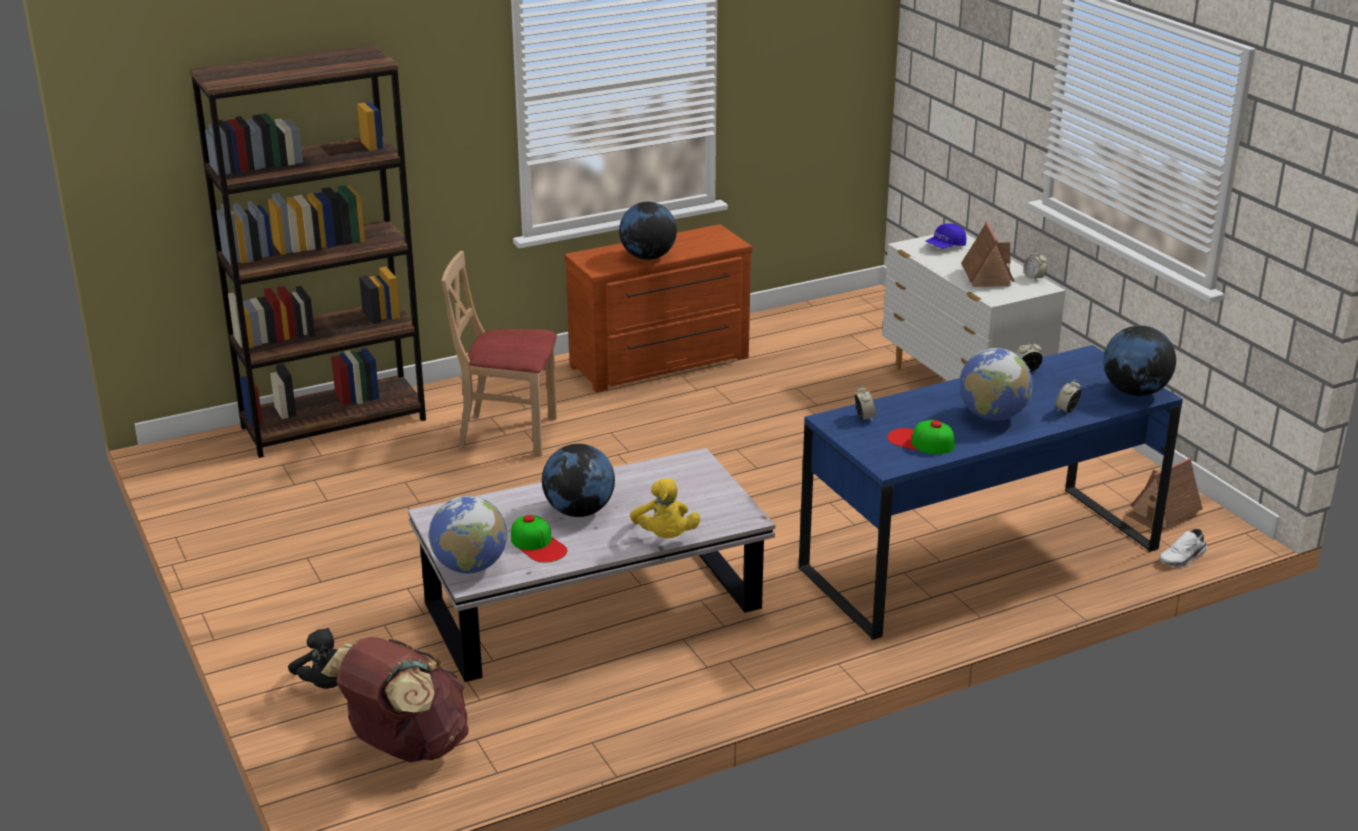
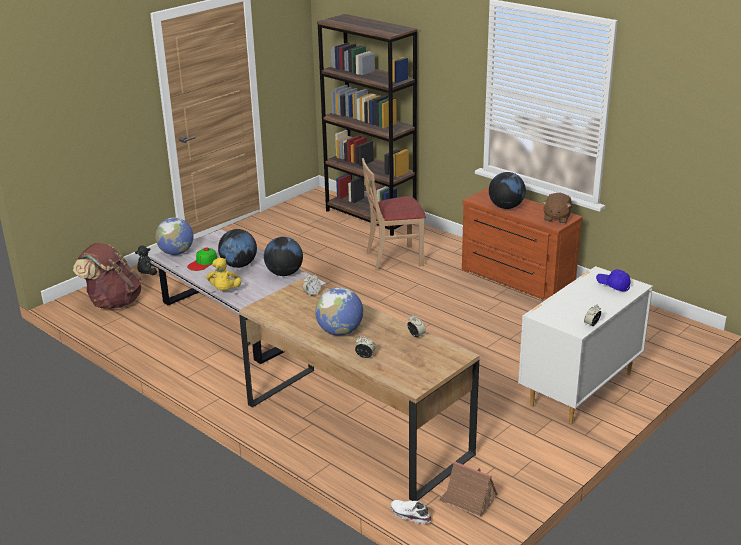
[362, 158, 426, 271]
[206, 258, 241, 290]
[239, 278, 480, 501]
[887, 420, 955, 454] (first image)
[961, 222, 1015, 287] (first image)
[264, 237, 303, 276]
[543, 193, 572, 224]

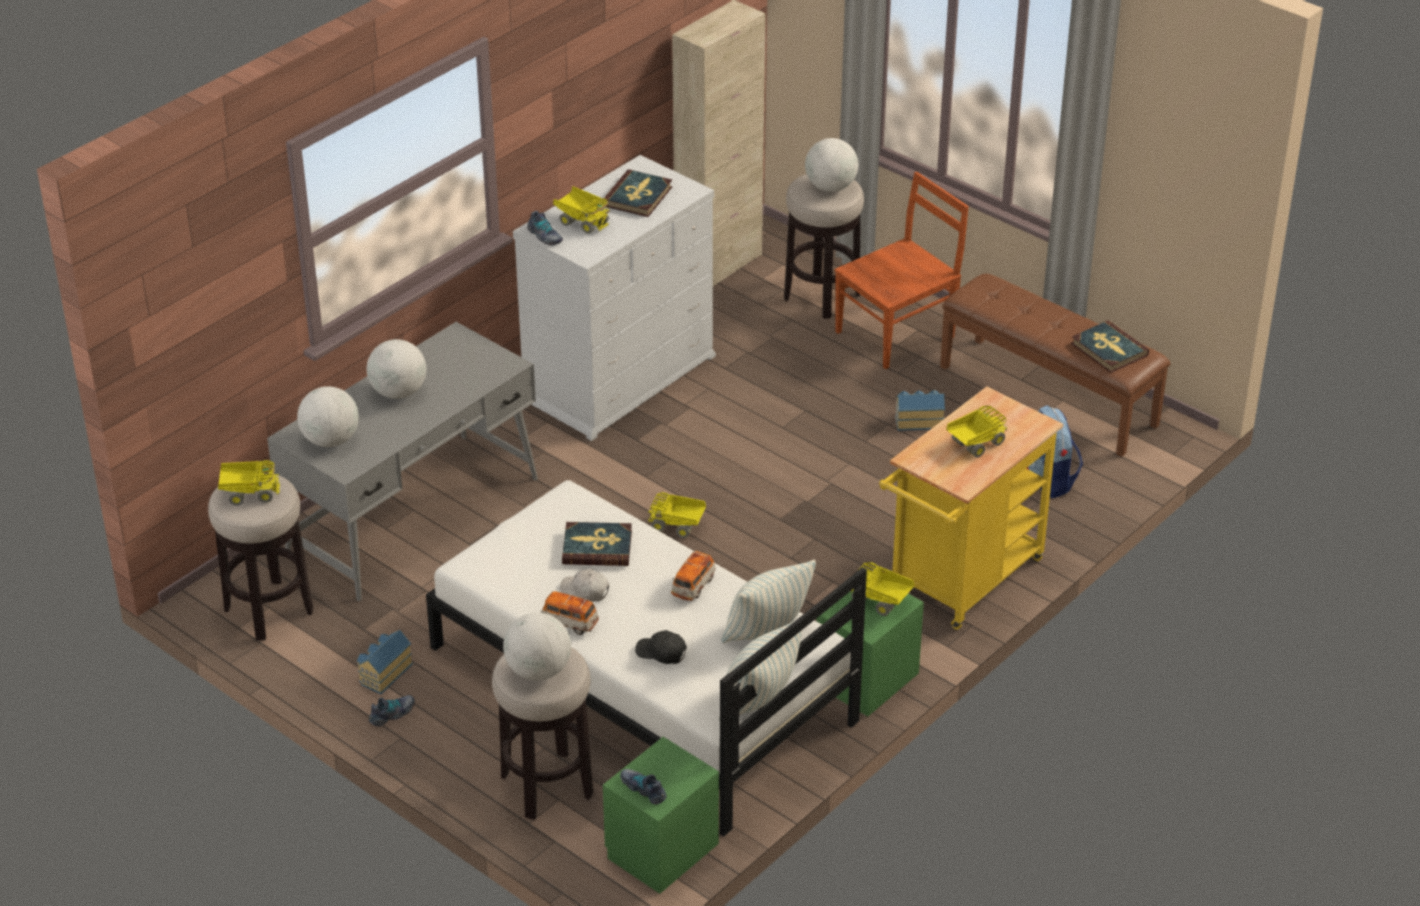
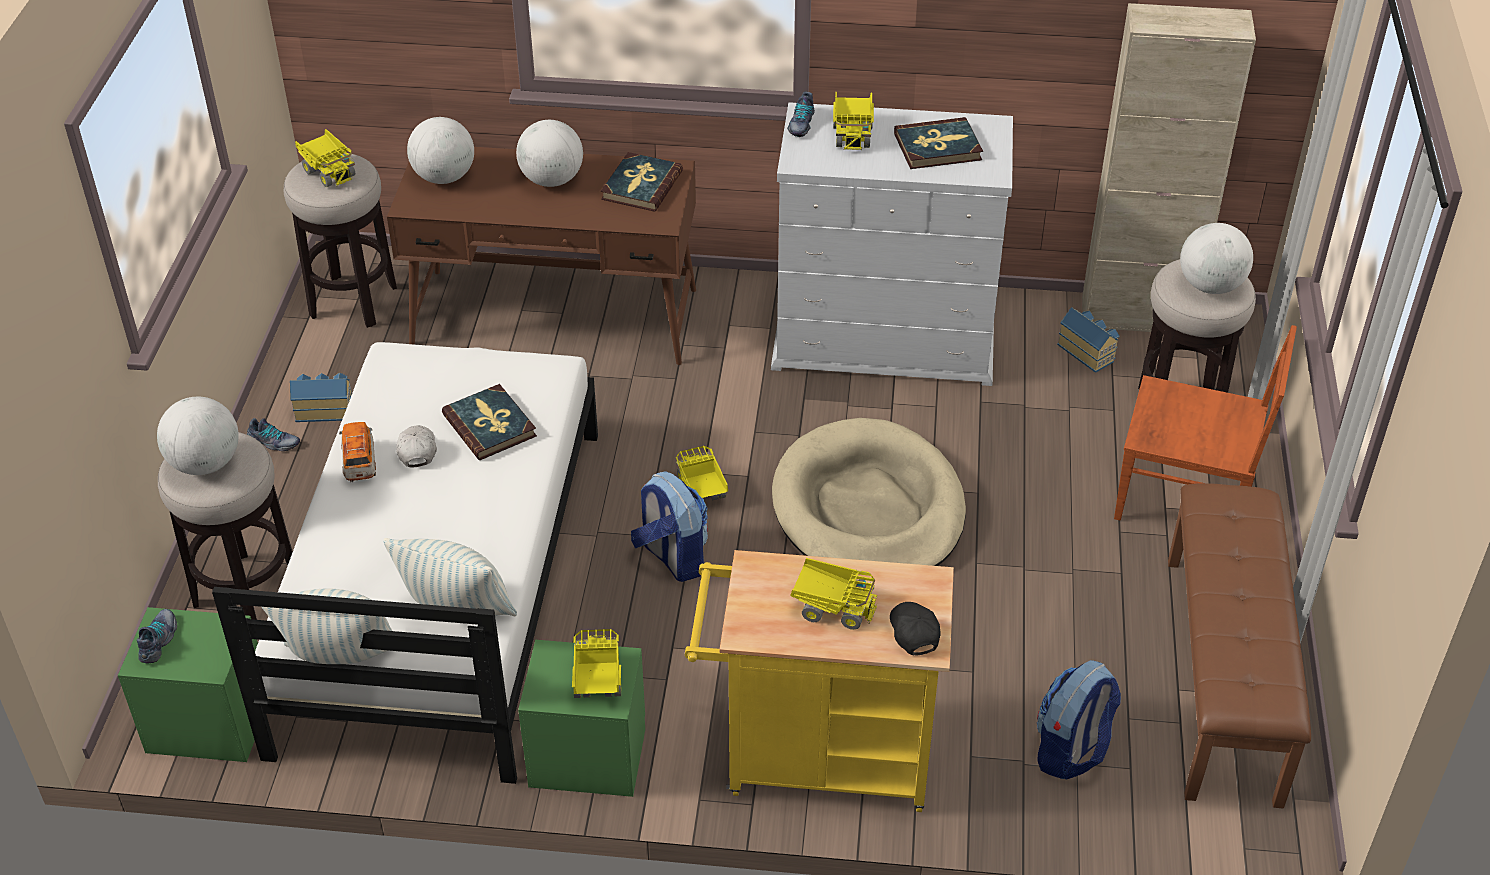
[387, 147, 696, 365]
[890, 602, 941, 655]
[671, 551, 716, 601] (first image)
[1057, 307, 1119, 373]
[601, 152, 683, 212]
[631, 471, 708, 582]
[772, 418, 966, 566]

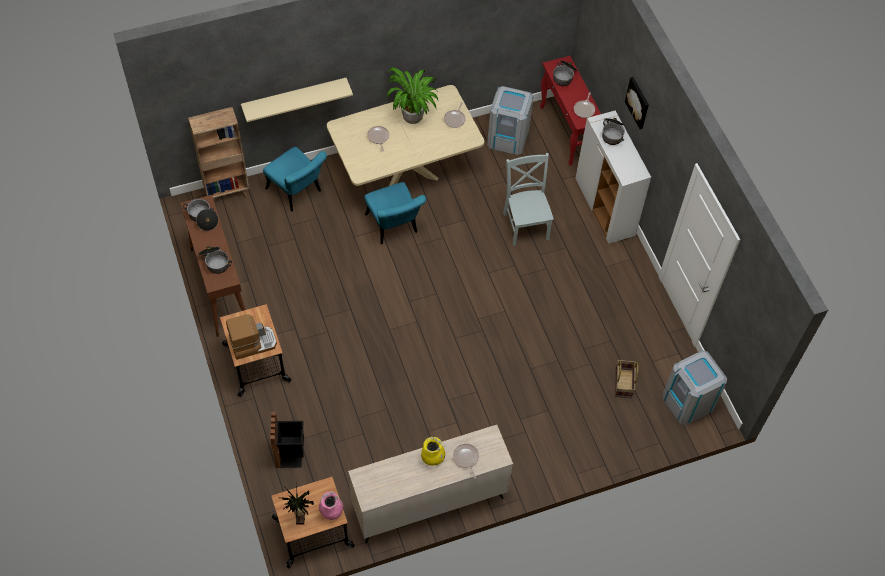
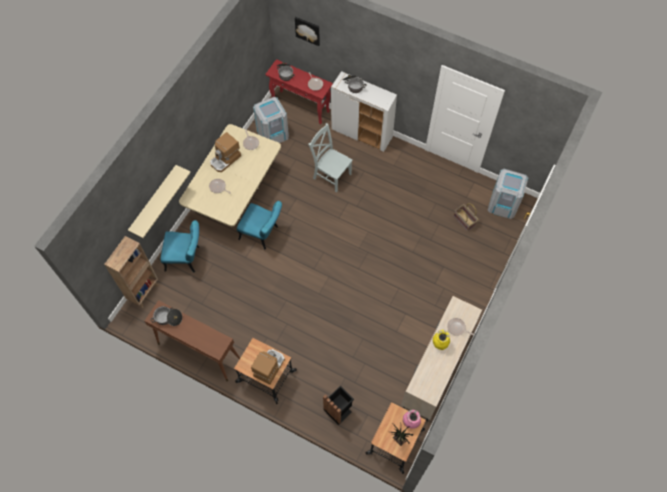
[199, 246, 232, 274] (first image)
[210, 132, 241, 172]
[295, 17, 320, 46]

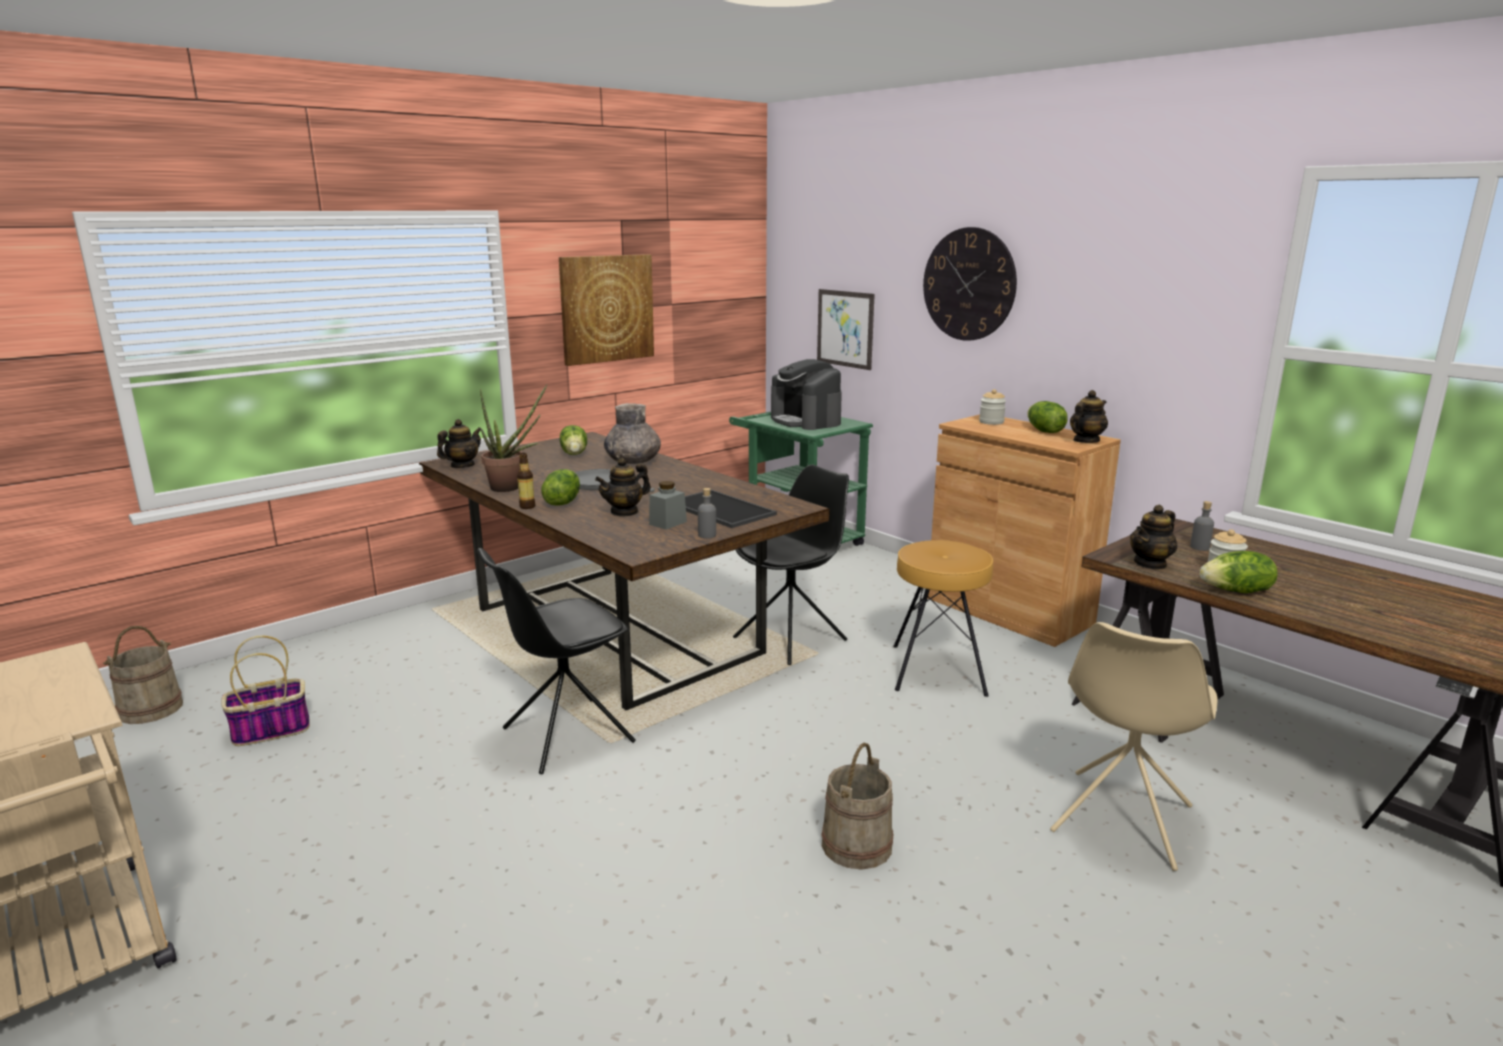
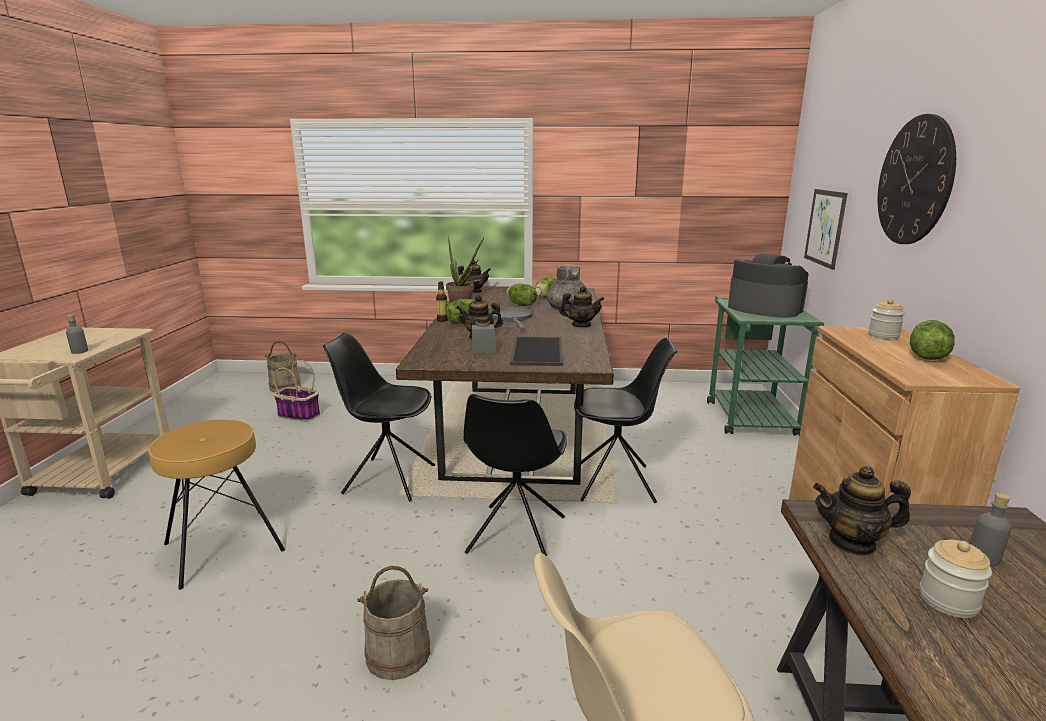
[559, 254, 654, 366] (first image)
[66, 314, 88, 354]
[728, 254, 809, 318]
[148, 420, 285, 590]
[559, 286, 605, 327]
[506, 284, 537, 306]
[464, 394, 568, 556]

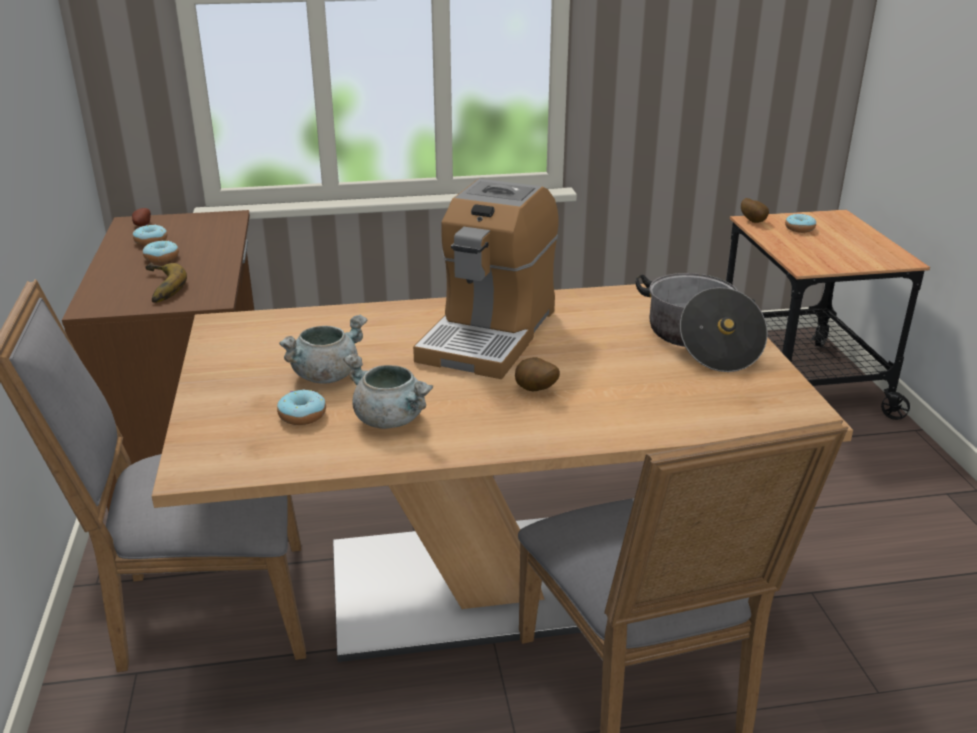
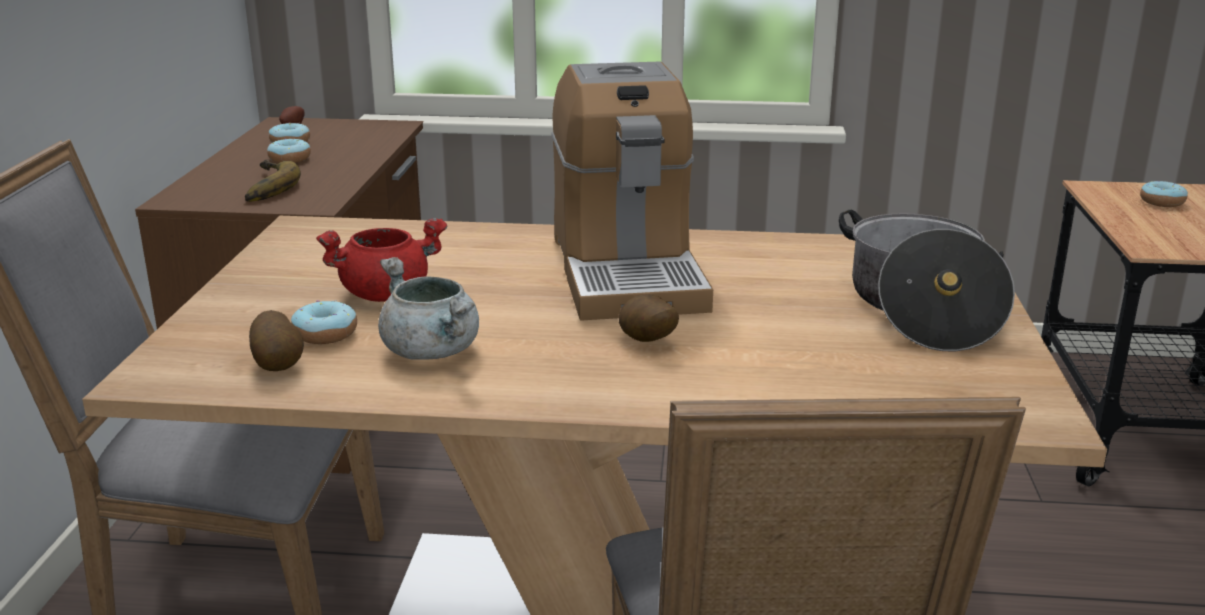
[316, 219, 447, 302]
[551, 62, 713, 321]
[249, 310, 304, 371]

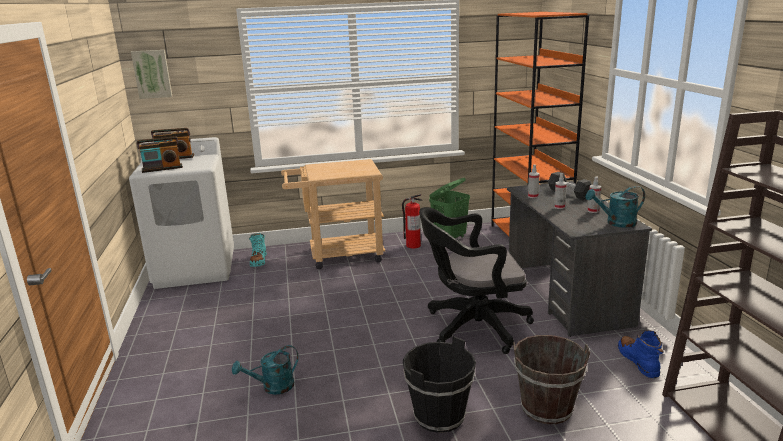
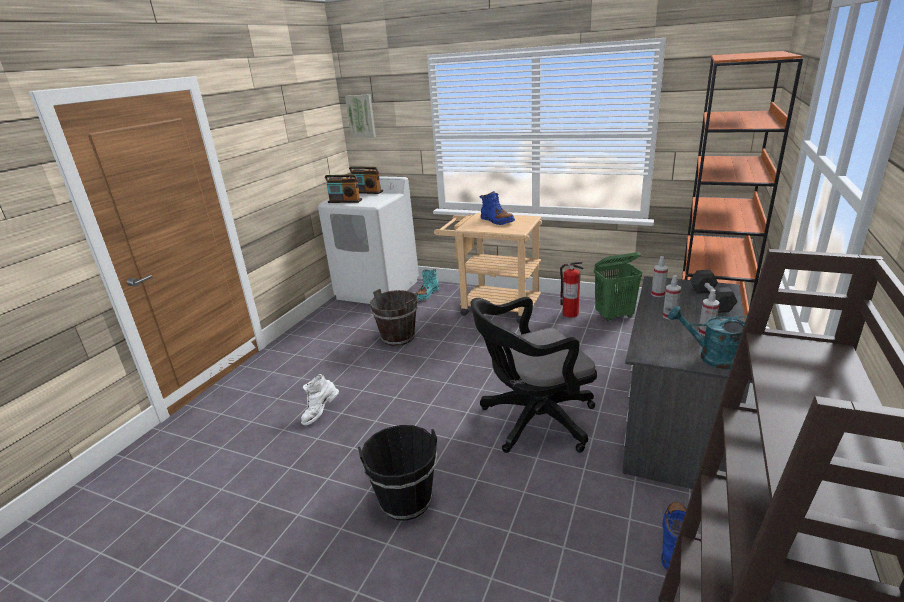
[301, 374, 339, 425]
[471, 297, 597, 453]
[370, 289, 417, 346]
[480, 191, 515, 225]

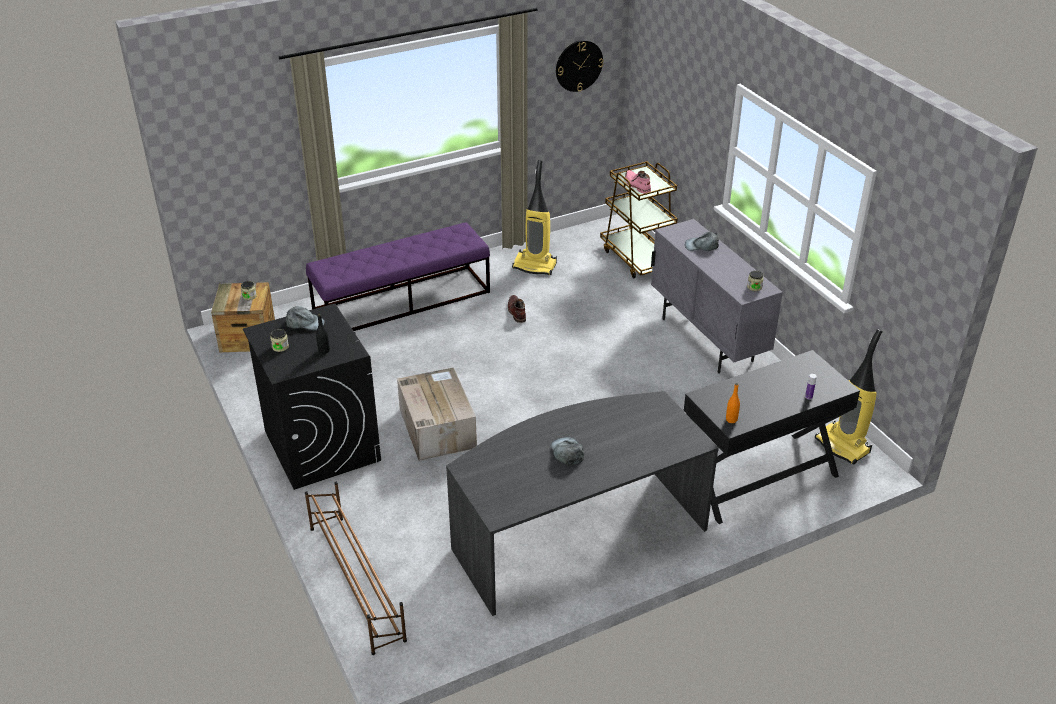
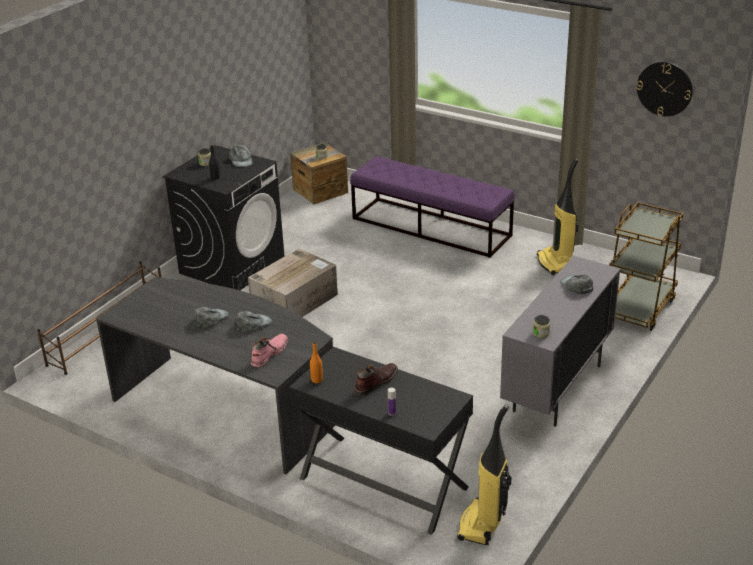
[354, 363, 398, 395]
[251, 334, 288, 367]
[234, 311, 272, 333]

